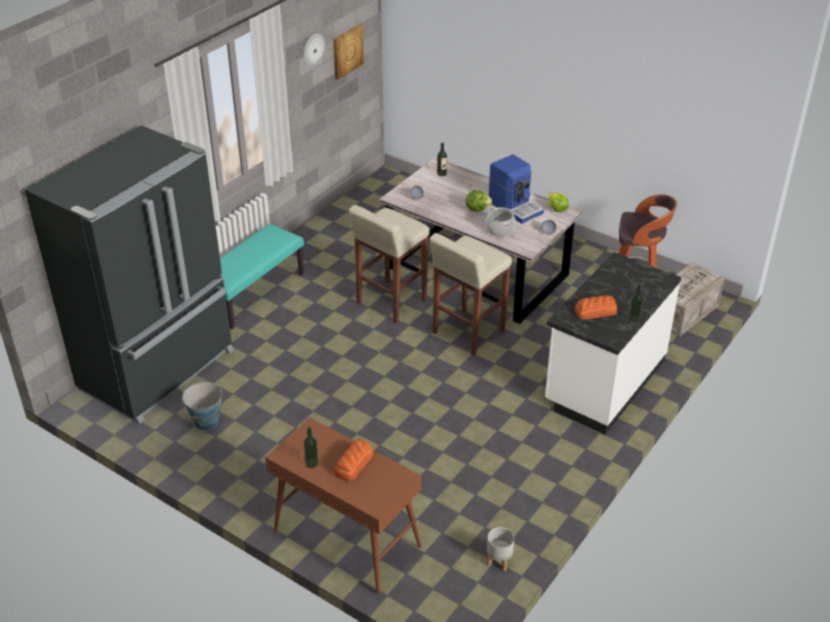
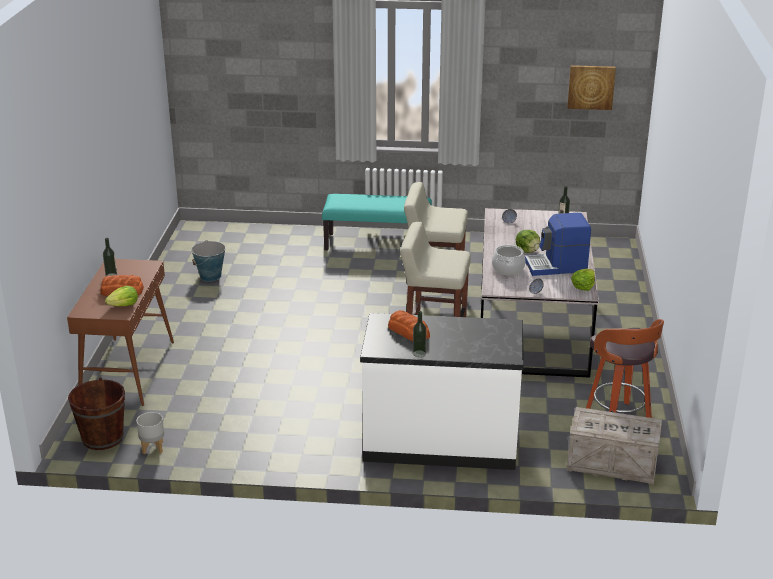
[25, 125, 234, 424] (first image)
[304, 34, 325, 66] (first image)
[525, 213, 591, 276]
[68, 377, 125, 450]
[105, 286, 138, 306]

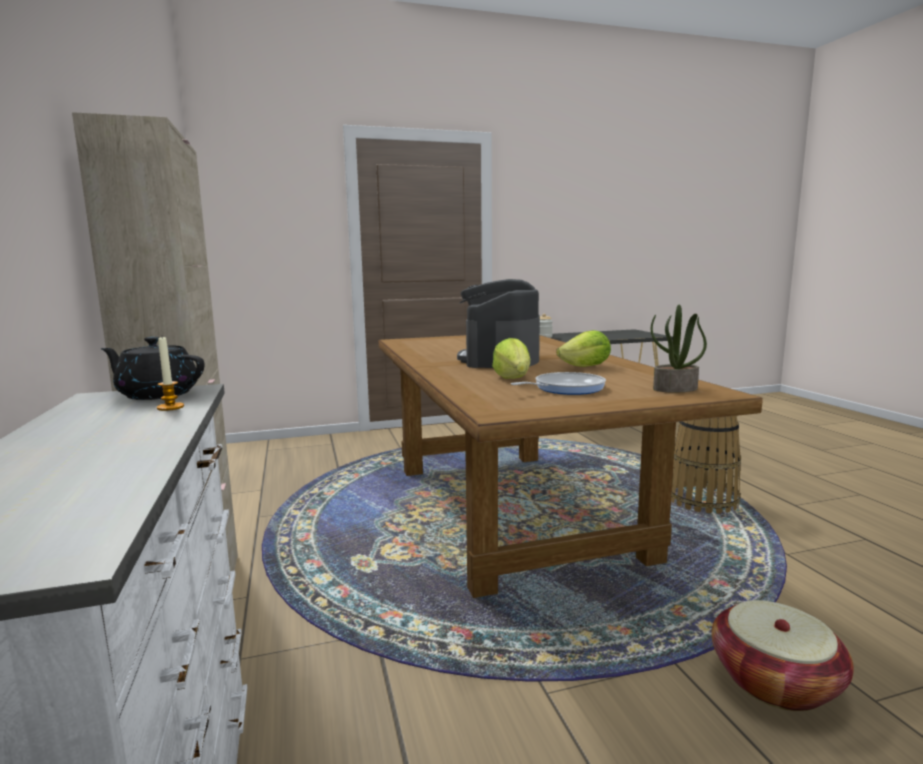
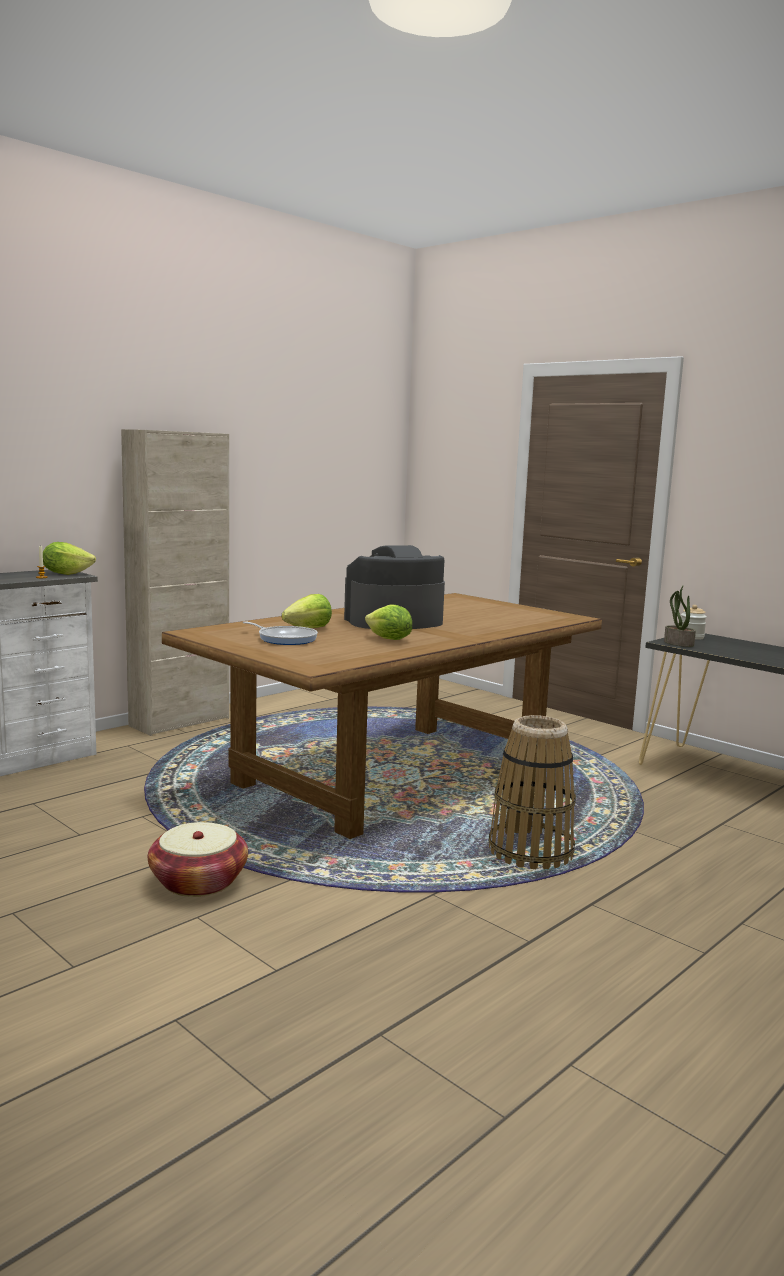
[43, 542, 96, 575]
[664, 586, 696, 647]

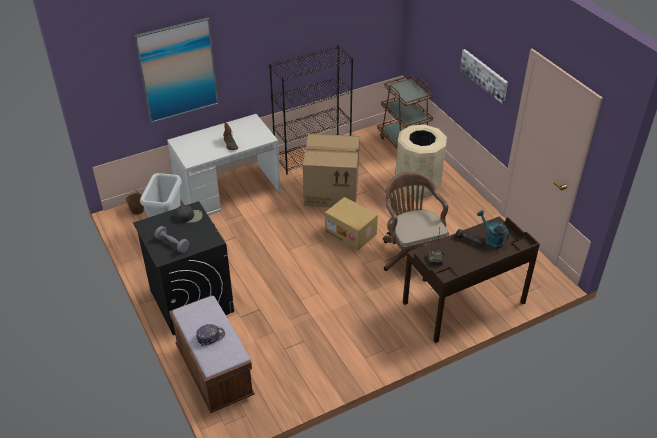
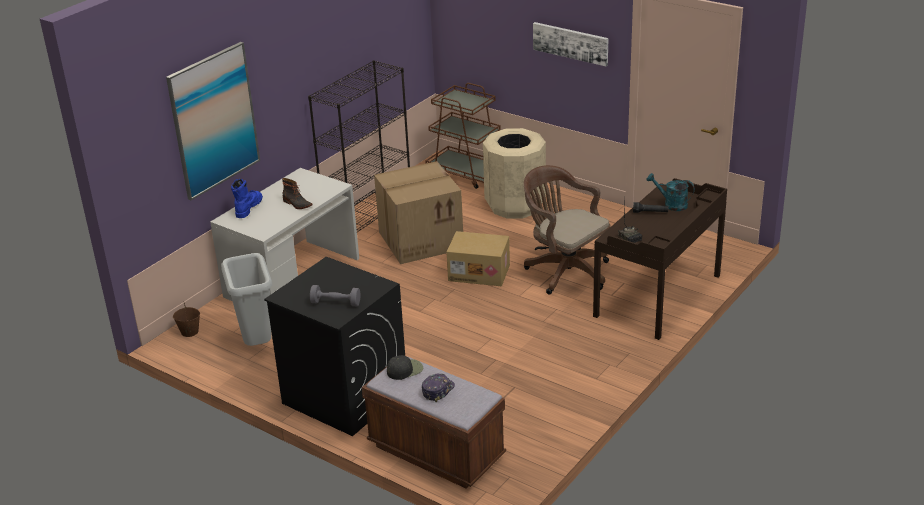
[387, 355, 423, 380]
[231, 179, 263, 218]

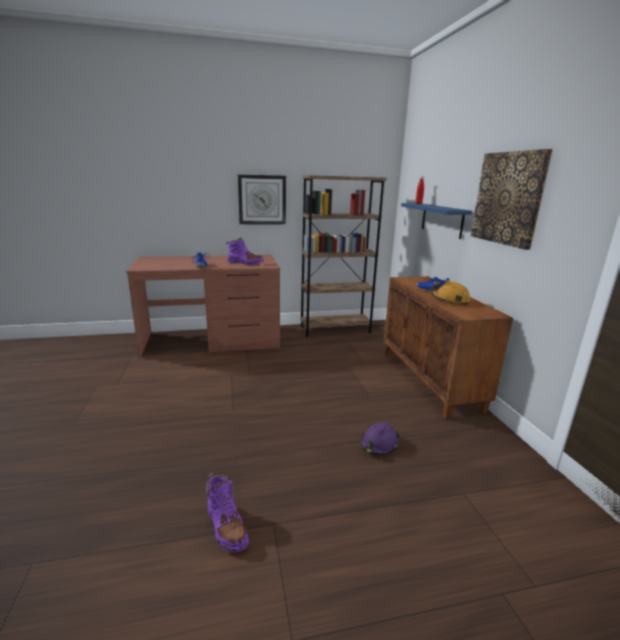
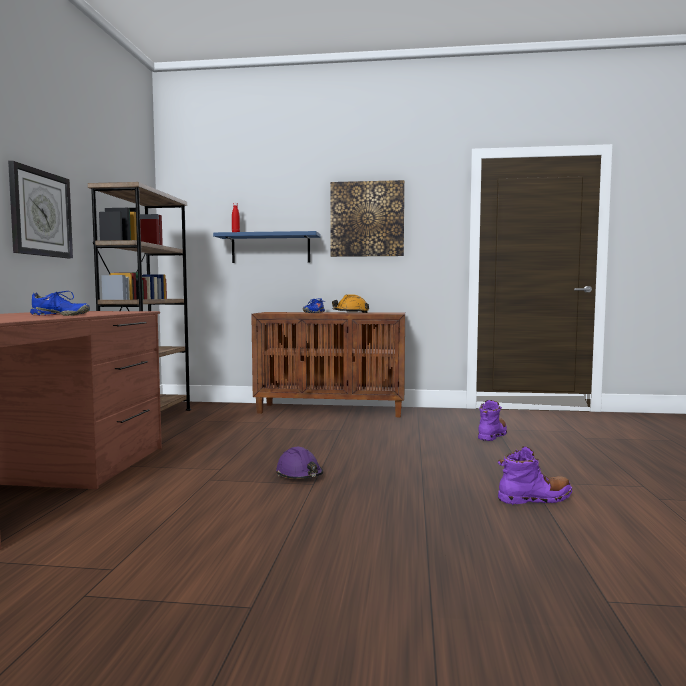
[478, 400, 507, 441]
[276, 447, 323, 479]

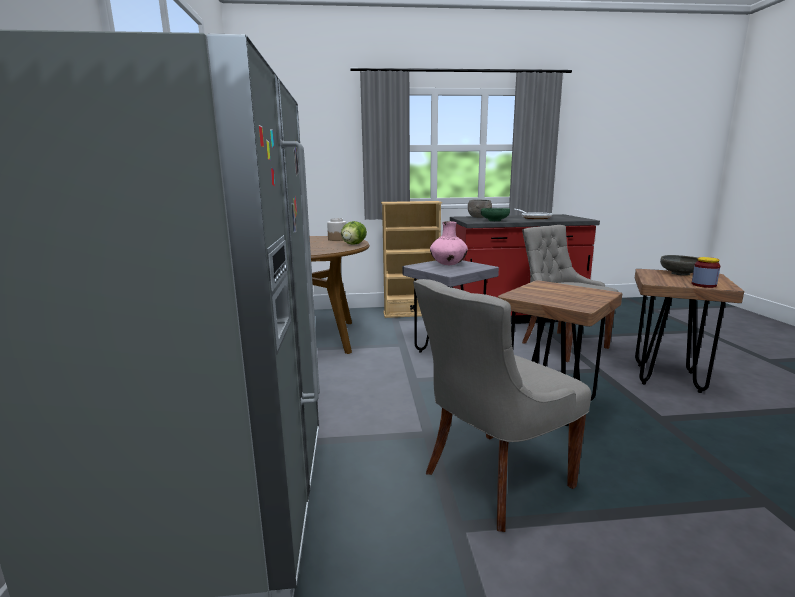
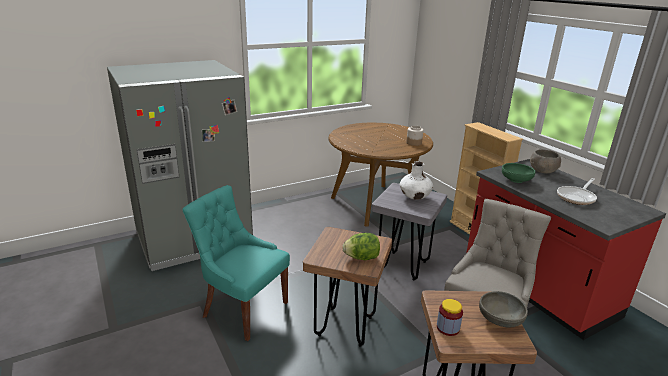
[342, 233, 380, 260]
[182, 185, 290, 341]
[400, 161, 433, 200]

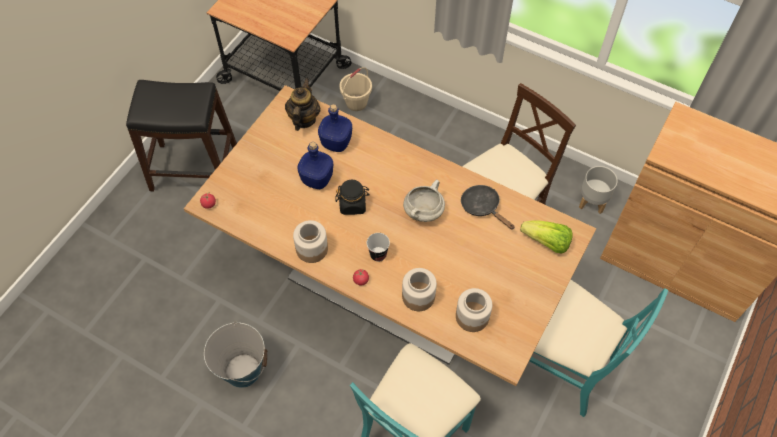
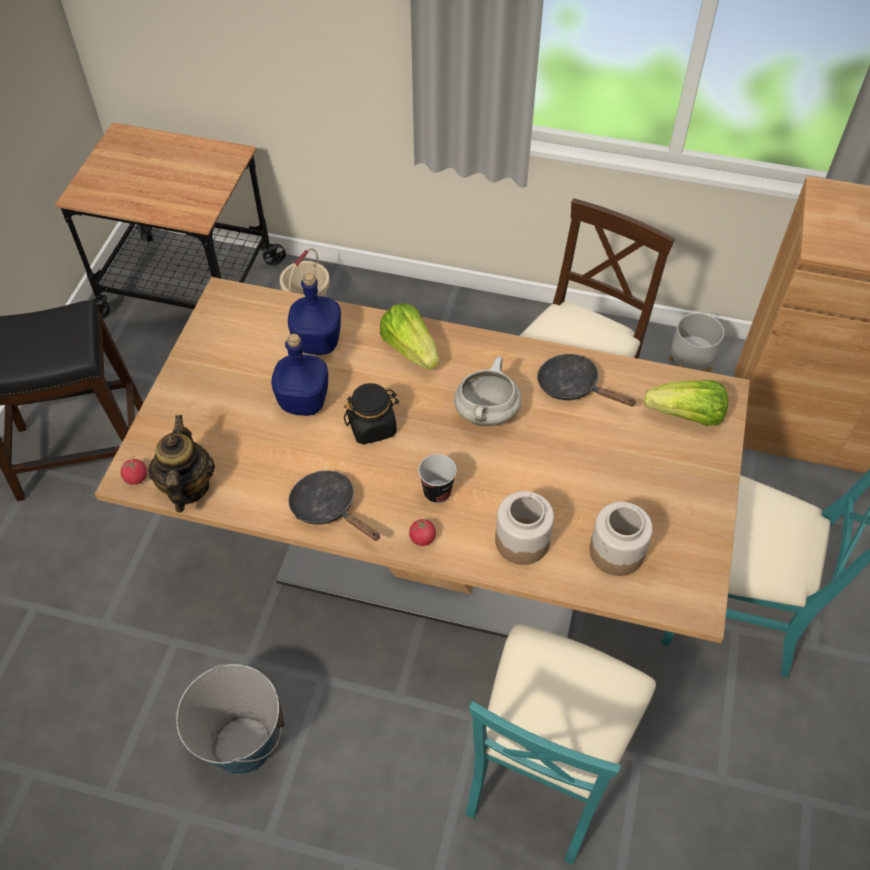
[148, 415, 215, 513]
[289, 470, 380, 541]
[380, 303, 439, 370]

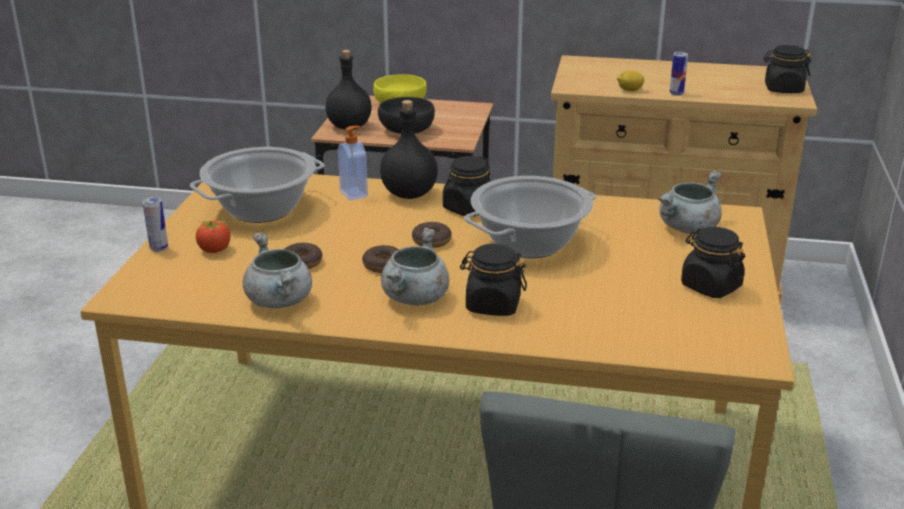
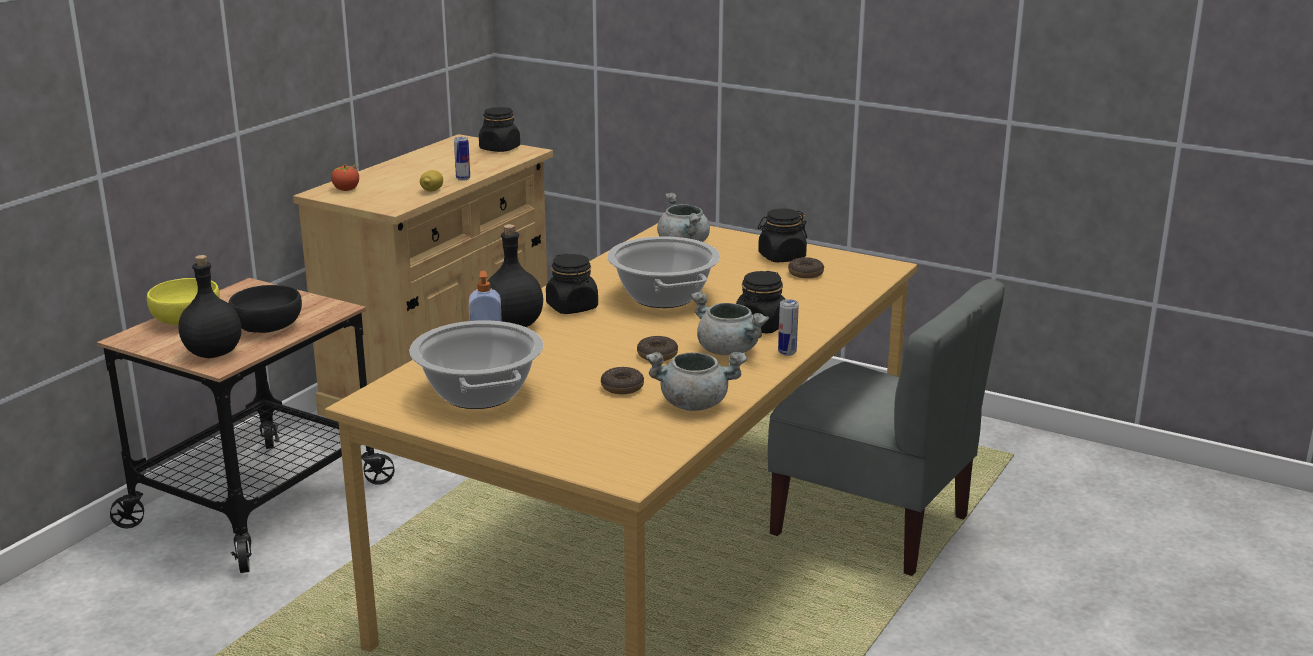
[778, 299, 799, 356]
[331, 162, 360, 191]
[788, 257, 824, 278]

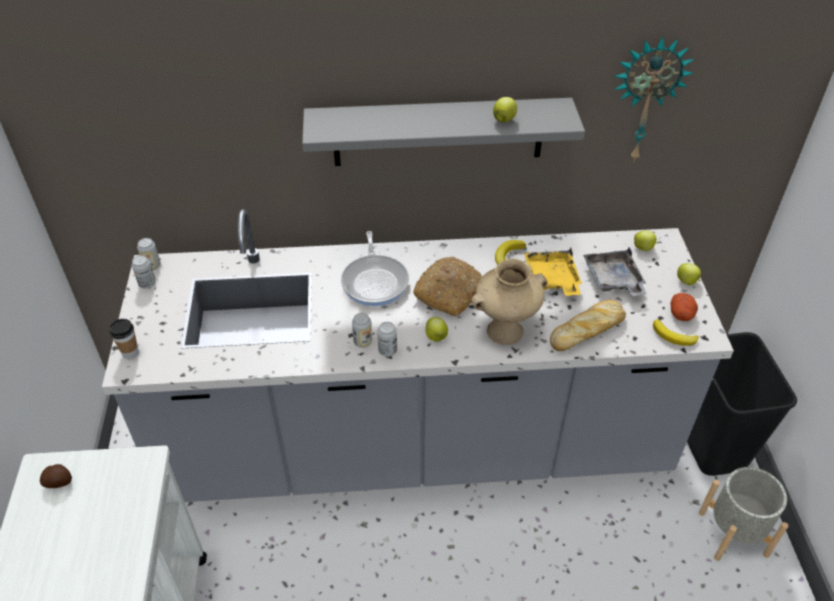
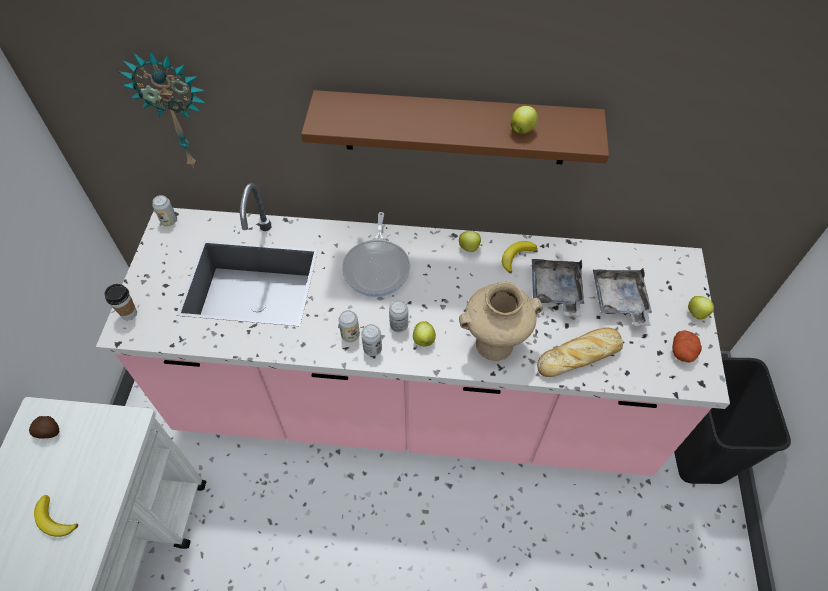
[96, 183, 730, 476]
[389, 300, 408, 332]
[301, 90, 609, 164]
[413, 257, 482, 317] (first image)
[532, 259, 584, 316]
[119, 51, 206, 168]
[459, 231, 482, 252]
[34, 495, 78, 537]
[699, 467, 788, 561] (first image)

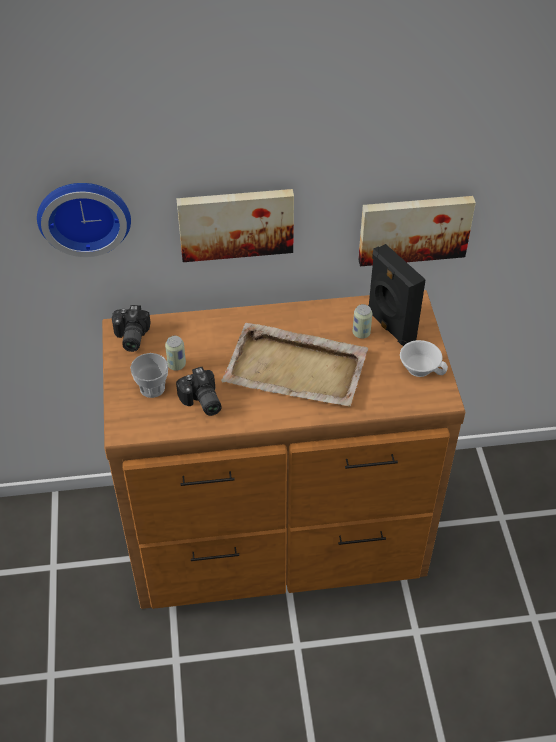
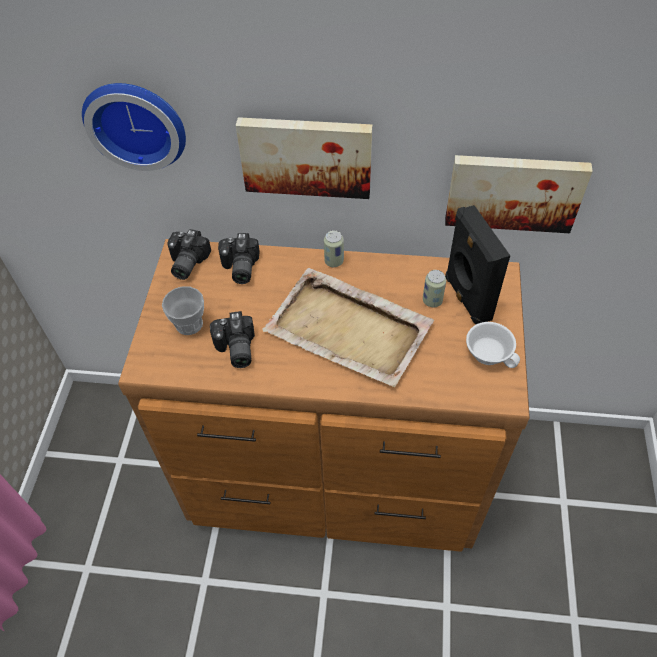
[324, 230, 344, 267]
[218, 233, 260, 284]

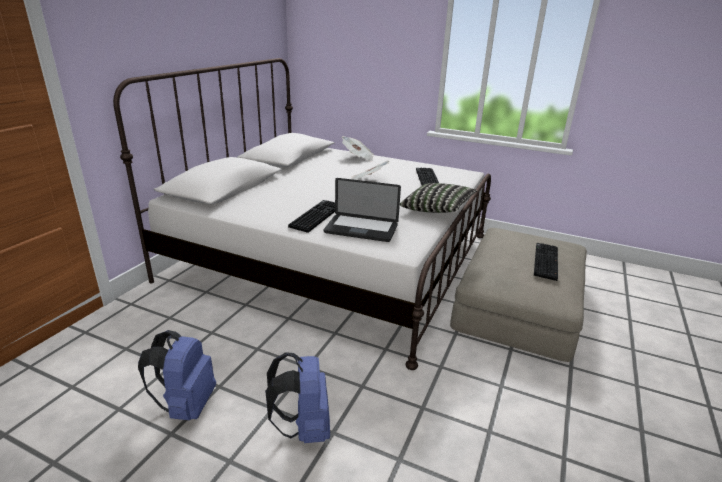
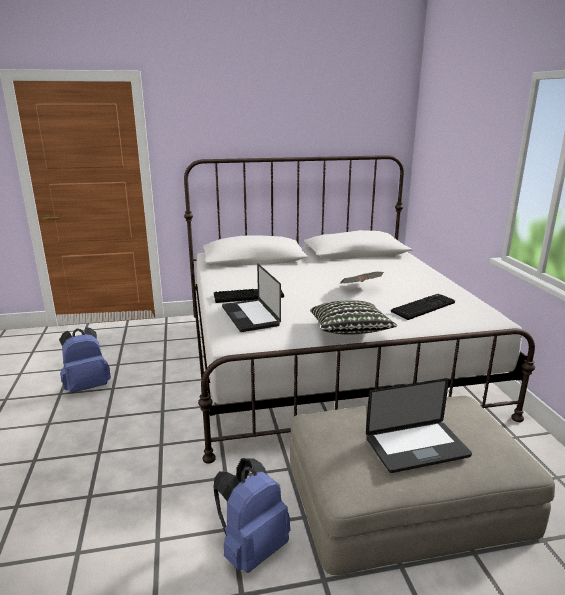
[214, 458, 290, 573]
[342, 136, 374, 162] (first image)
[366, 378, 472, 473]

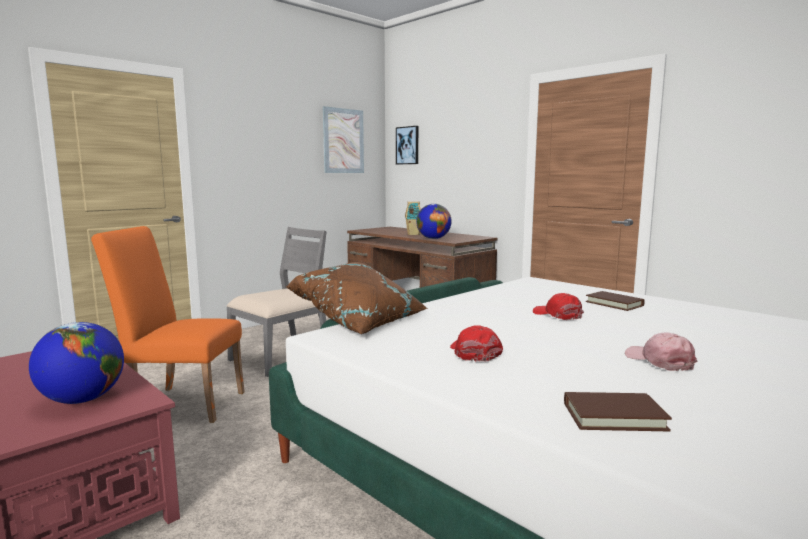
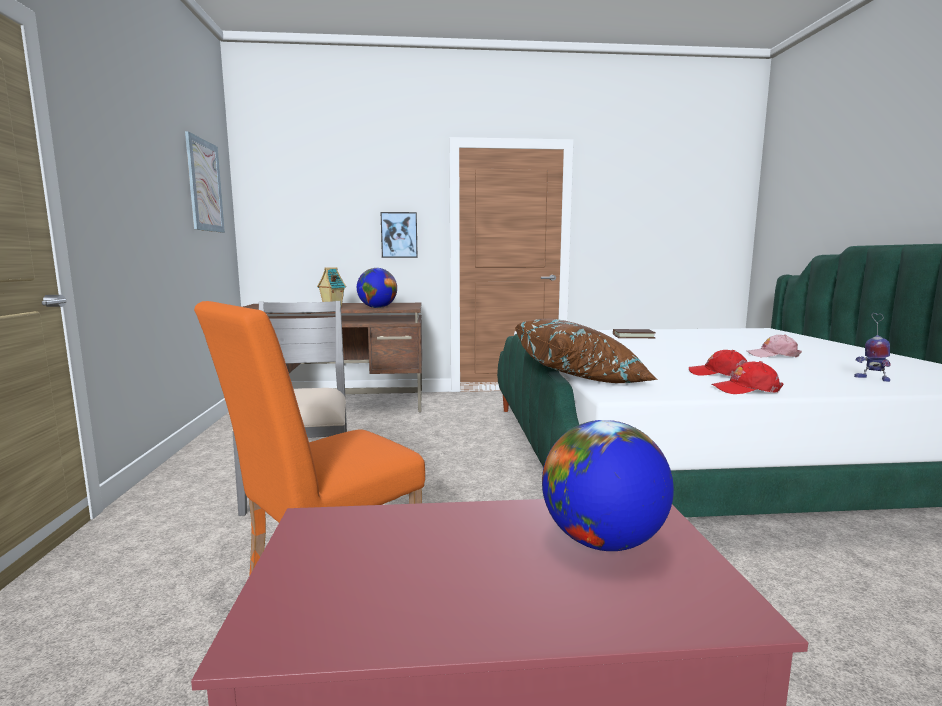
[381, 212, 418, 258]
[711, 361, 783, 394]
[854, 313, 891, 382]

